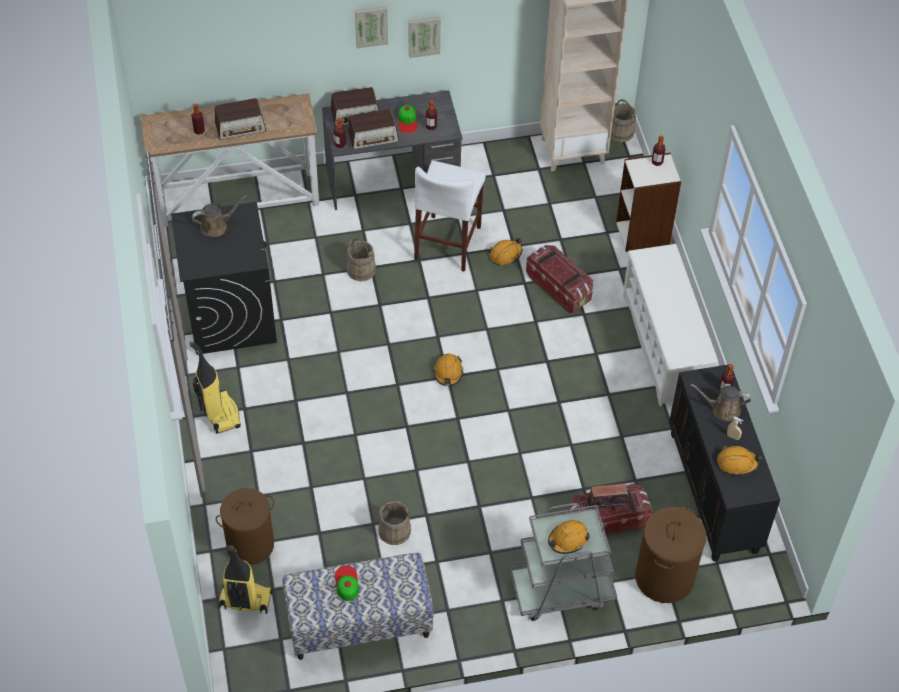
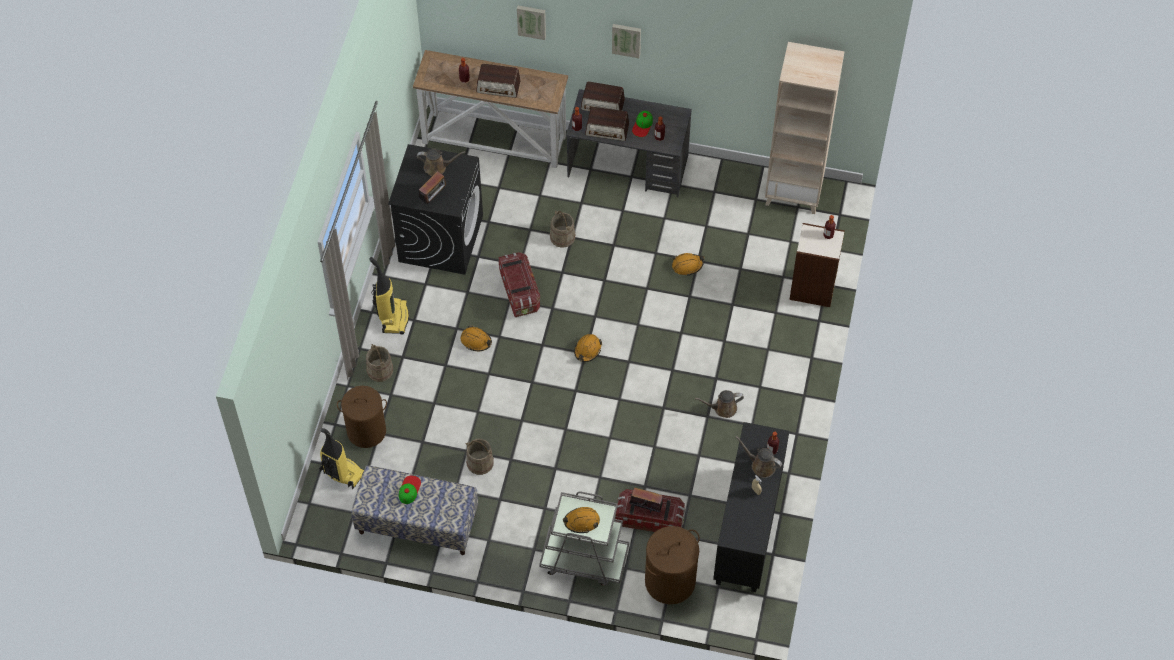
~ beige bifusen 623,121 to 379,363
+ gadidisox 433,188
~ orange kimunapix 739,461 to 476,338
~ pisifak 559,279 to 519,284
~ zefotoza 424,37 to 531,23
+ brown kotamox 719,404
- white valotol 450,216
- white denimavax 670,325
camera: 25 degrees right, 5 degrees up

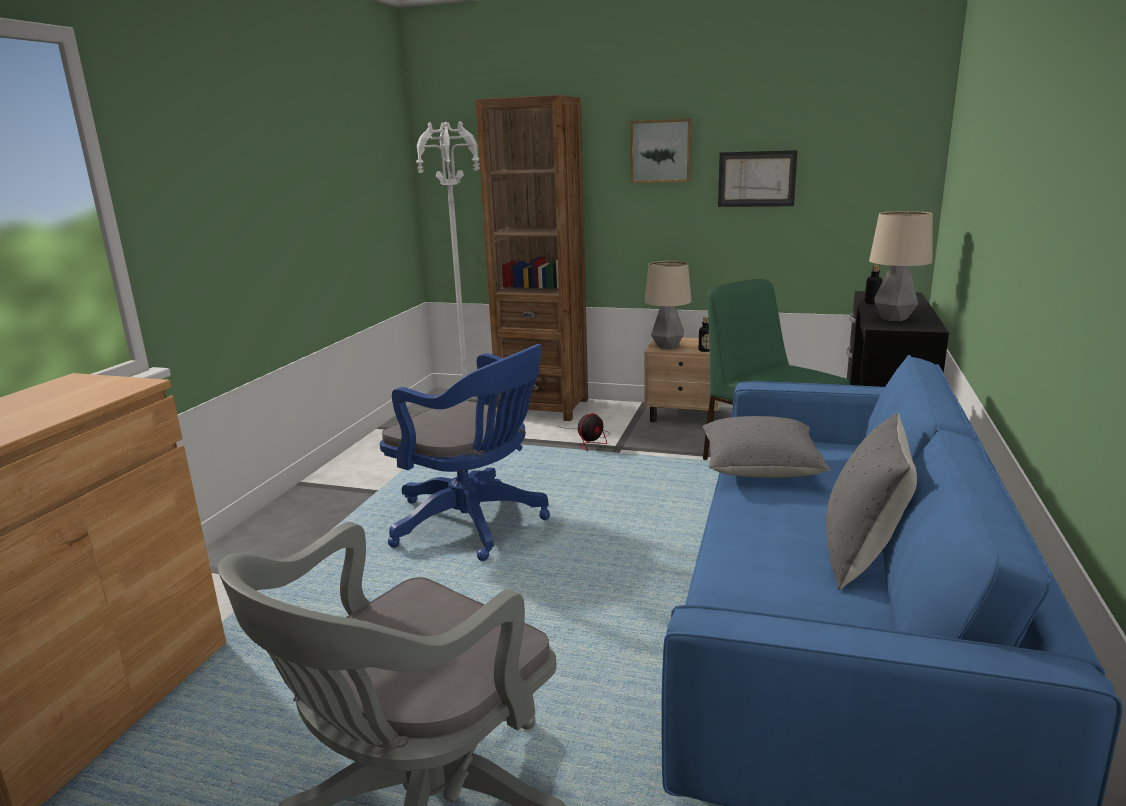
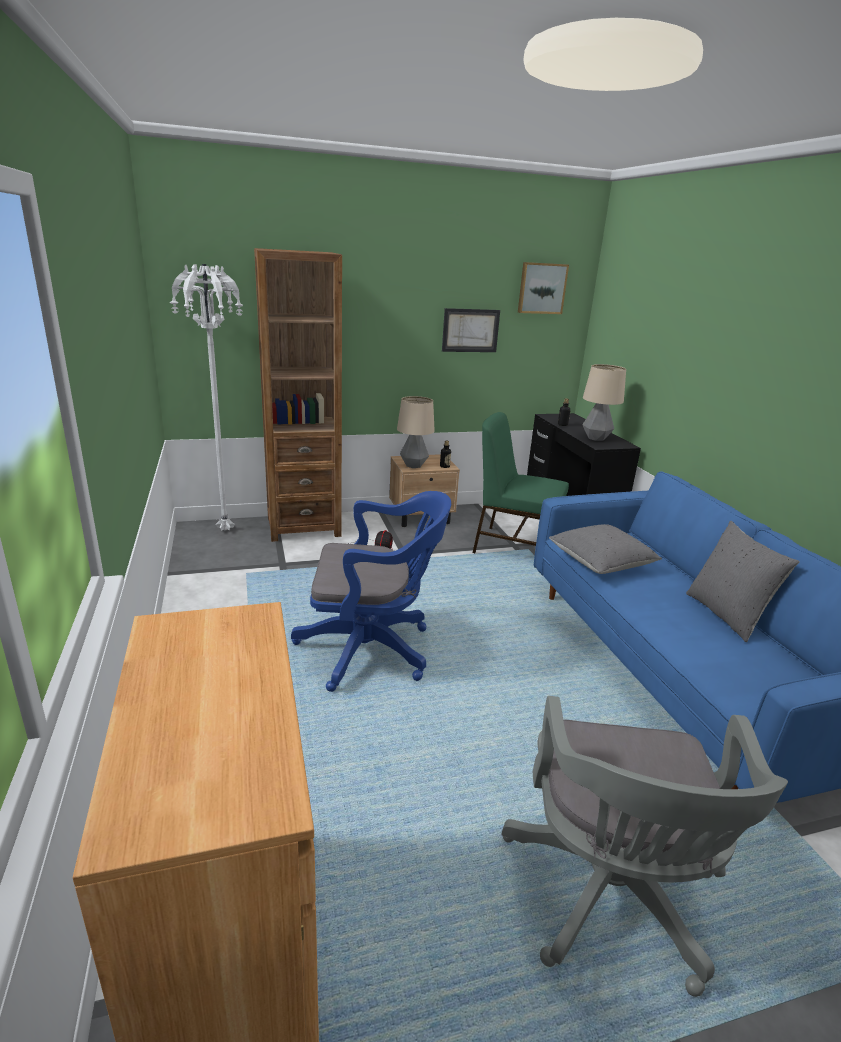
~ zefotoza 660,151 to 543,288
camera: 35 degrees left, 5 degrees up

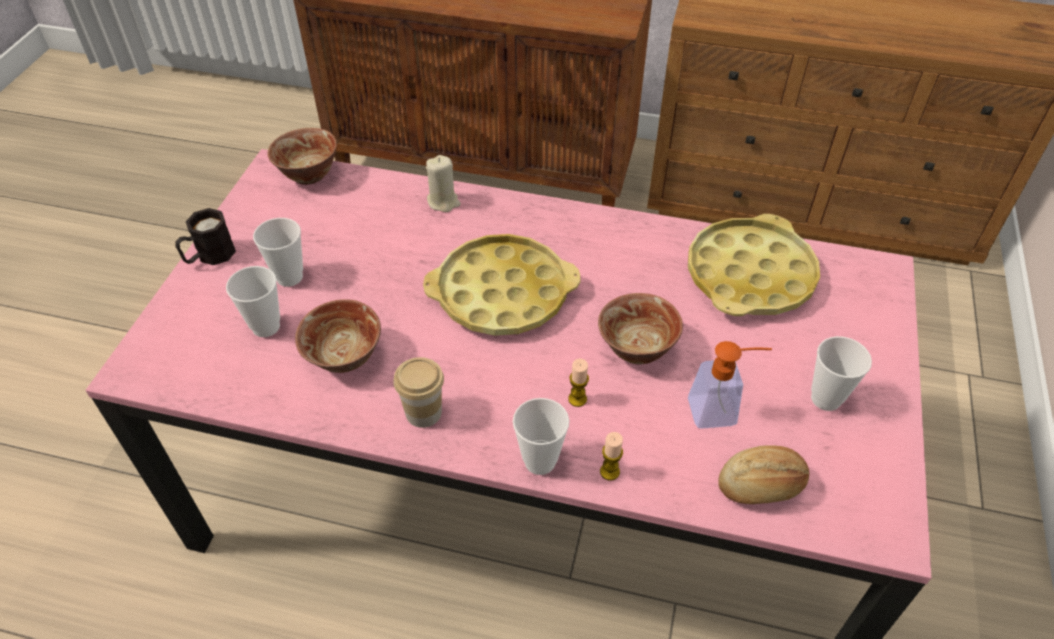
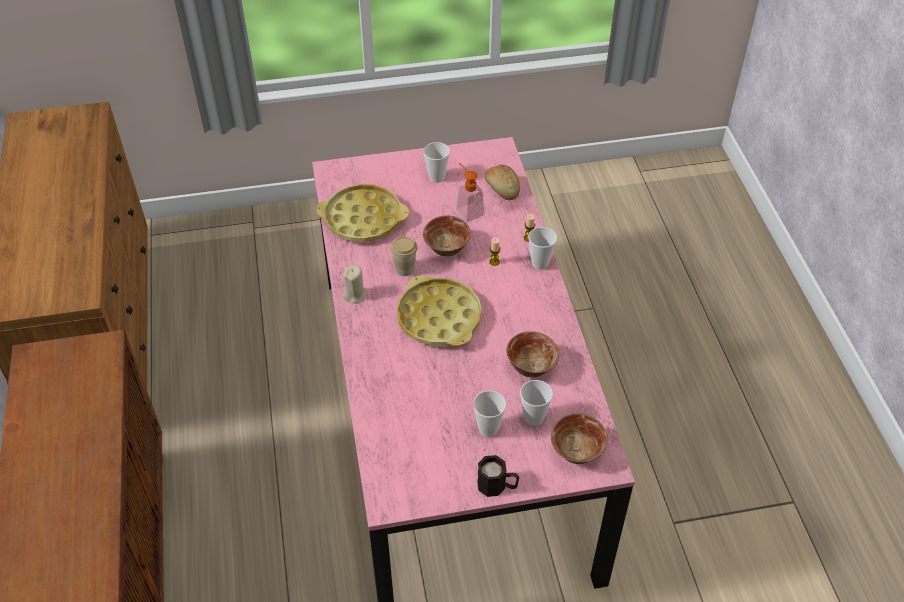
~ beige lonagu 443,183 to 354,284
~ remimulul 418,392 to 404,256
~ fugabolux 302,156 to 579,438
camera: 115 degrees left, 0 degrees up

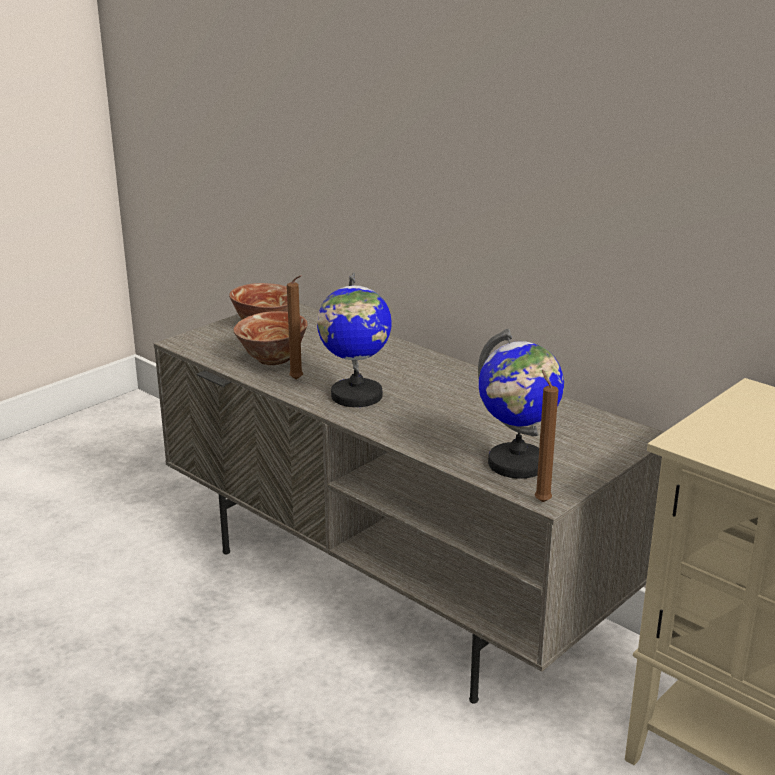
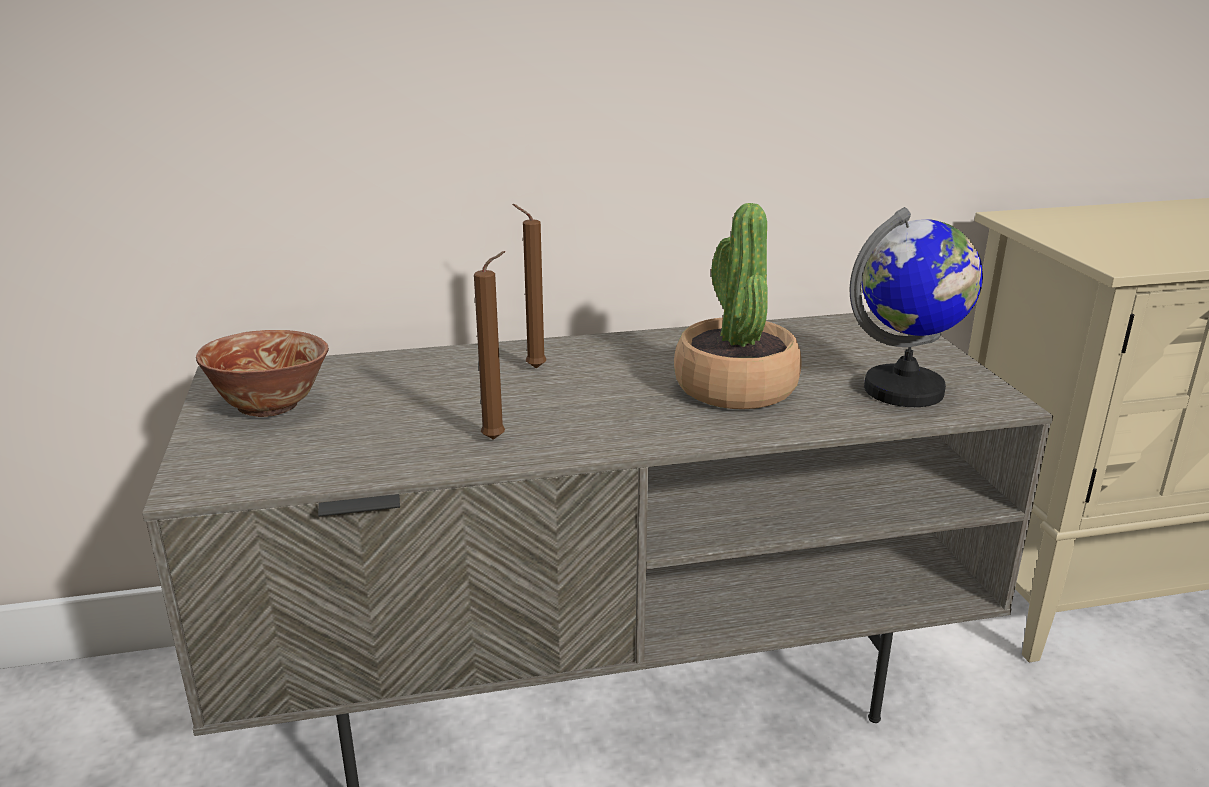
~ brown lonagu 546,436 to 529,286
+ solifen 738,306
- fugabolux 271,338
- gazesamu 354,340
camera: 55 degrees left, 0 degrees up

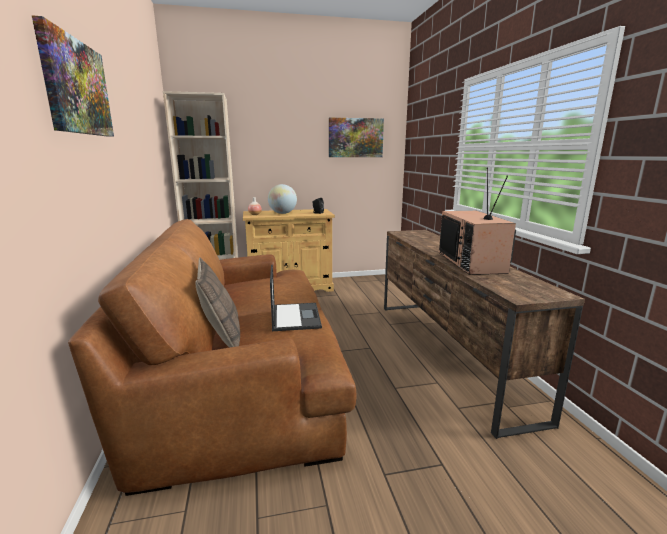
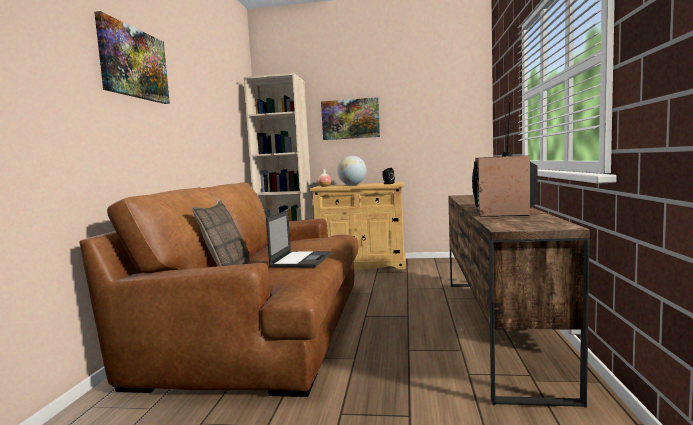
~ zefotoza 356,137 to 350,118
camera: 20 degrees right, 10 degrees down

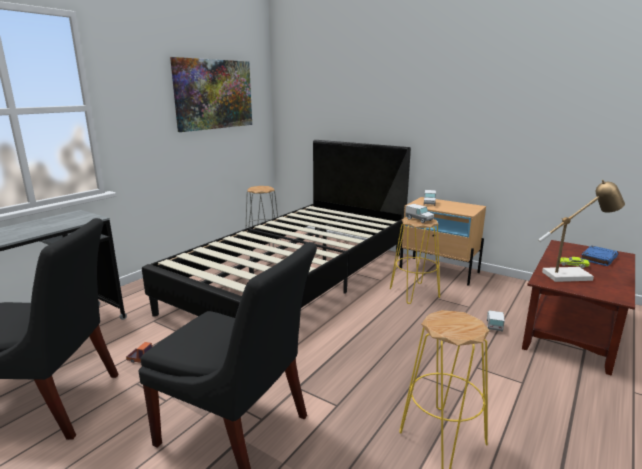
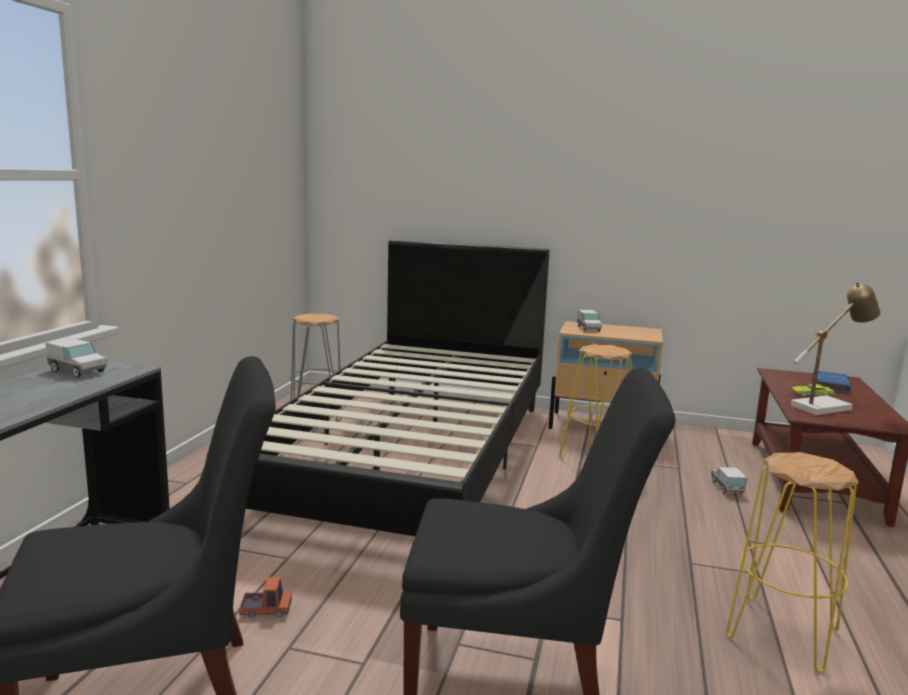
~ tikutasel 419,213 to 75,358
- zefotoza 211,94
camera: 20 degrees left, 5 degrees down

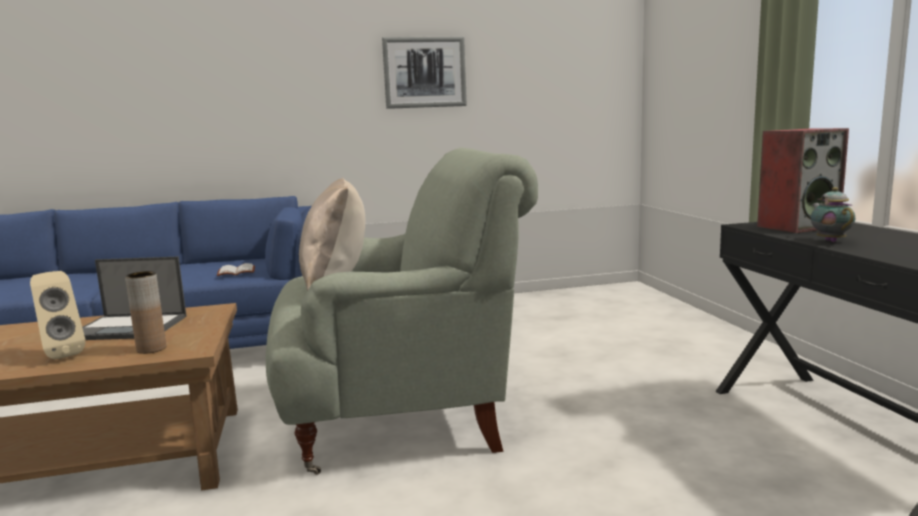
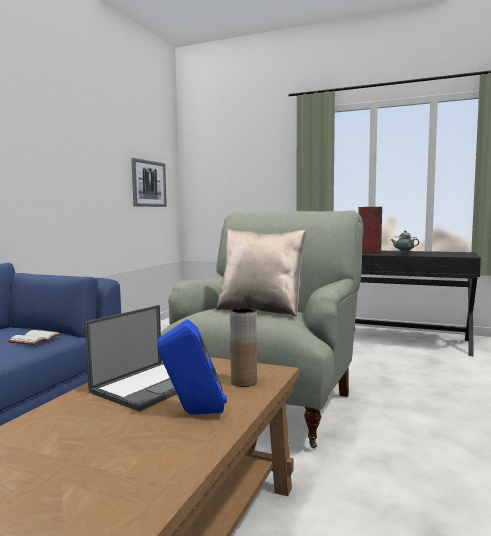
~ zefotoza 424,73 to 149,182
~ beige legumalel 58,315 to blue legumalel 192,367
camera: 55 degrees left, 5 degrees down

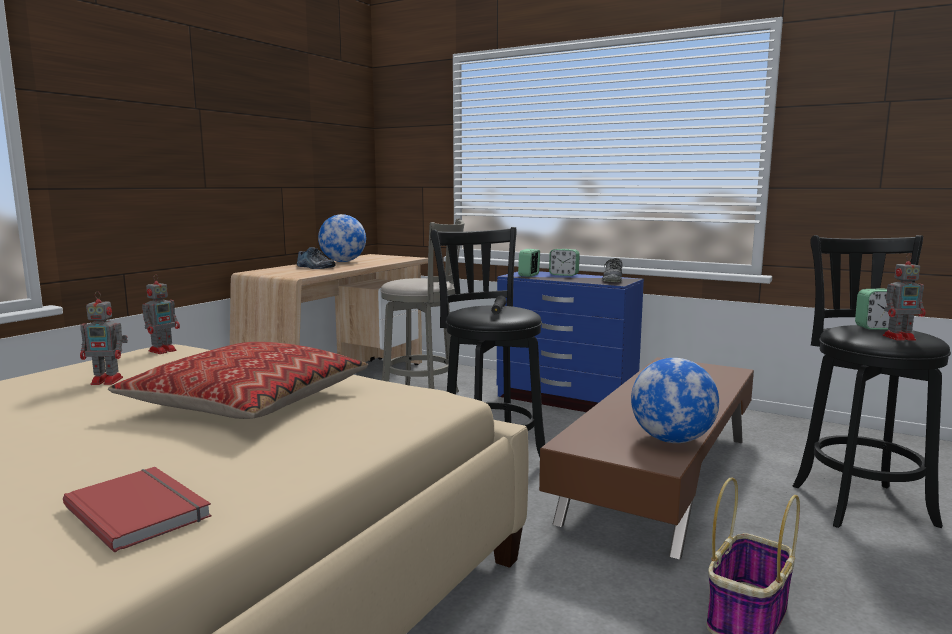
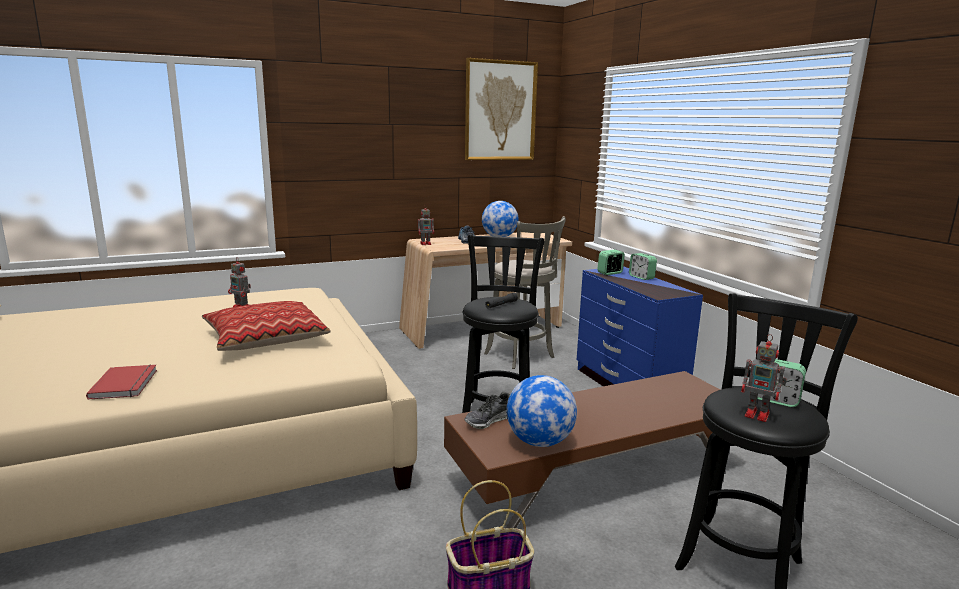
~ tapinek 161,314 to 426,225
+ zefotoza 501,109
~ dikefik 612,270 to 487,410
camera: 35 degrees right, 5 degrees up

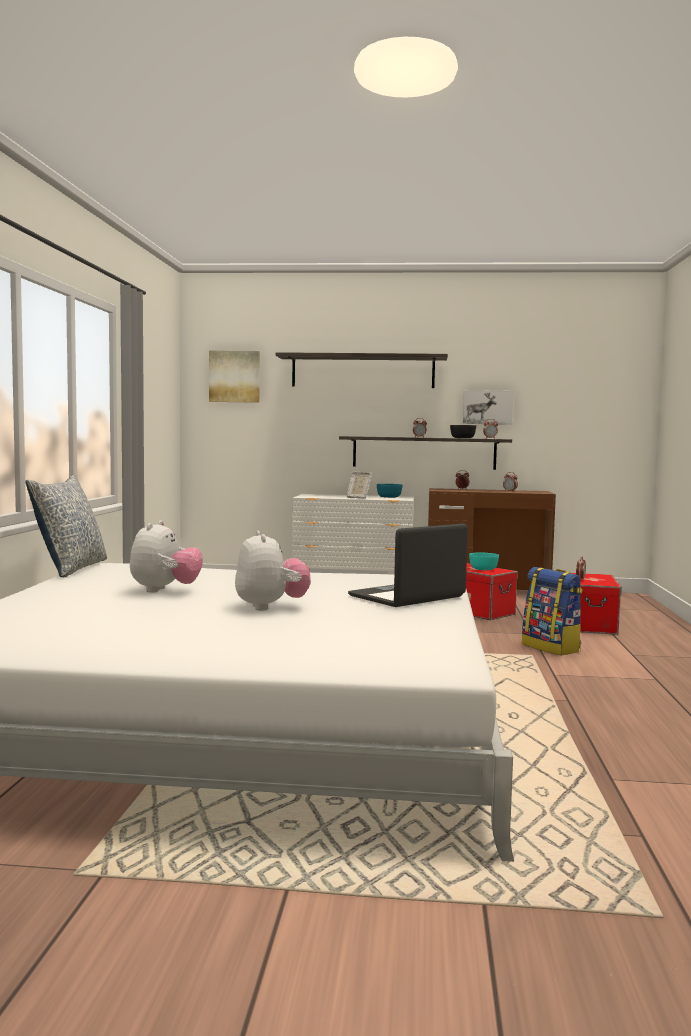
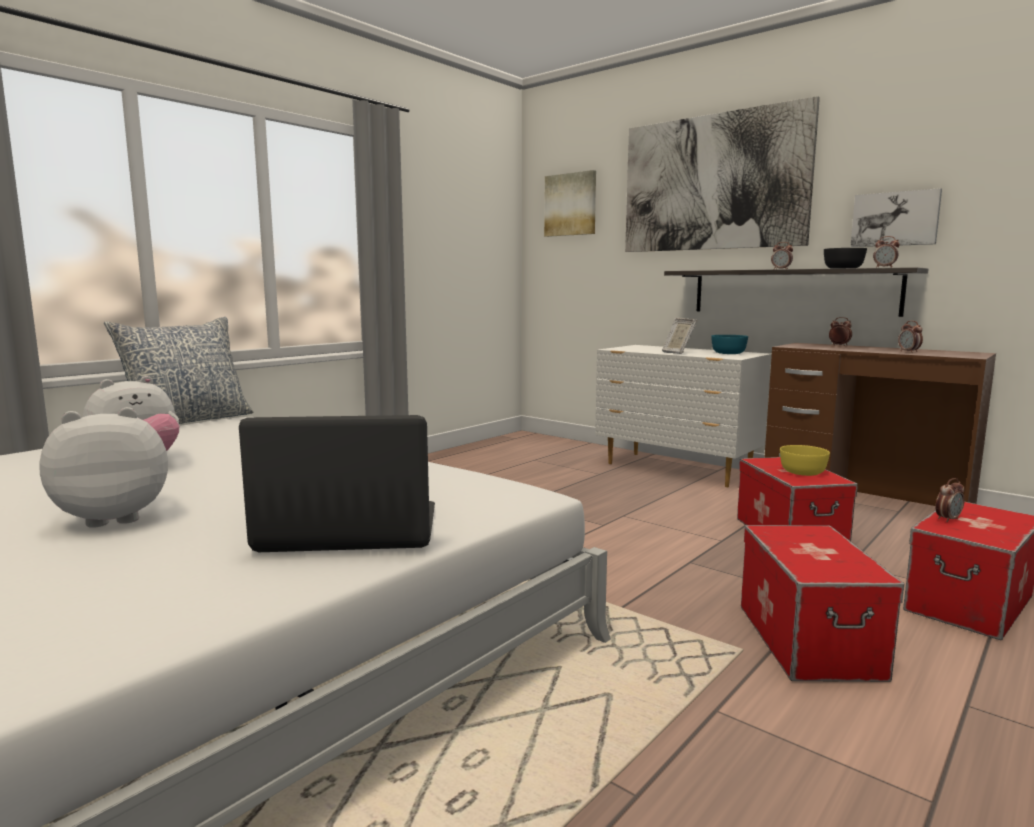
~ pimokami 273,571 = 103,467 135 degrees counterclockwise
~ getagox 361,370 to zefotoza 722,174
~ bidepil 552,611 to pisifak 822,603
~ turquoise fugabolux 484,561 to yellow fugabolux 805,460
camera: 35 degrees right, 5 degrees up

